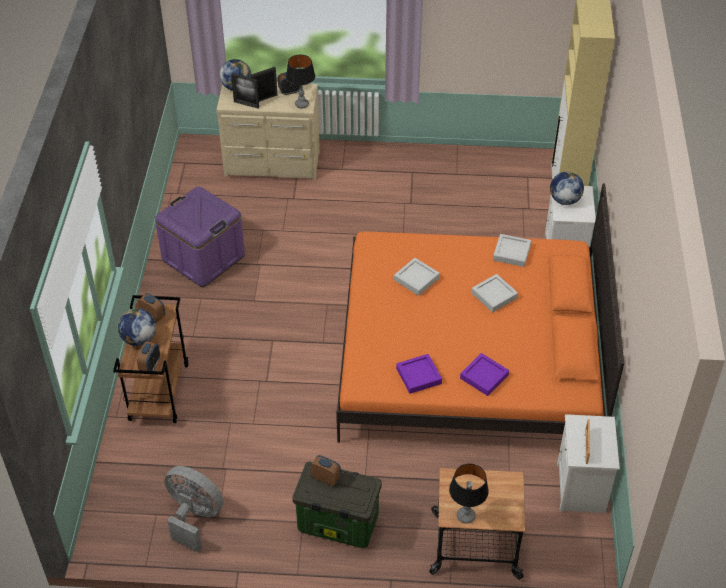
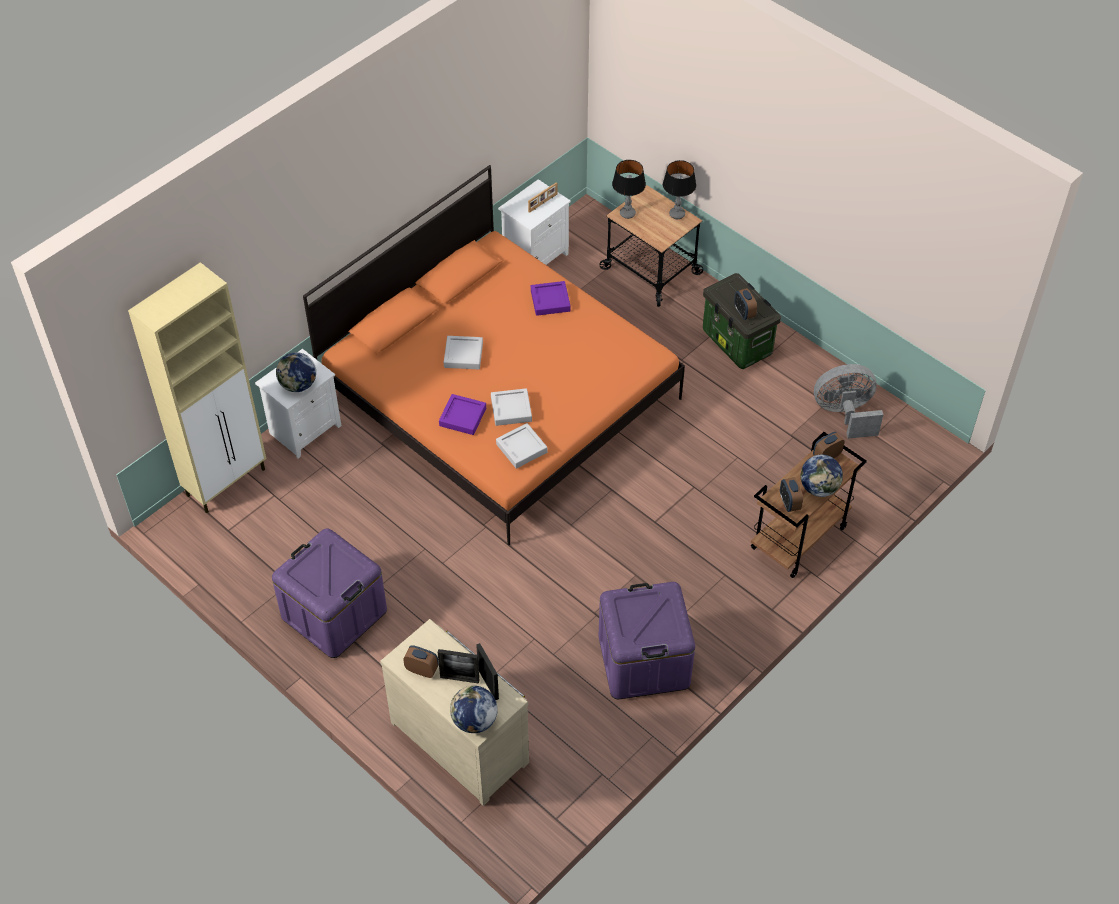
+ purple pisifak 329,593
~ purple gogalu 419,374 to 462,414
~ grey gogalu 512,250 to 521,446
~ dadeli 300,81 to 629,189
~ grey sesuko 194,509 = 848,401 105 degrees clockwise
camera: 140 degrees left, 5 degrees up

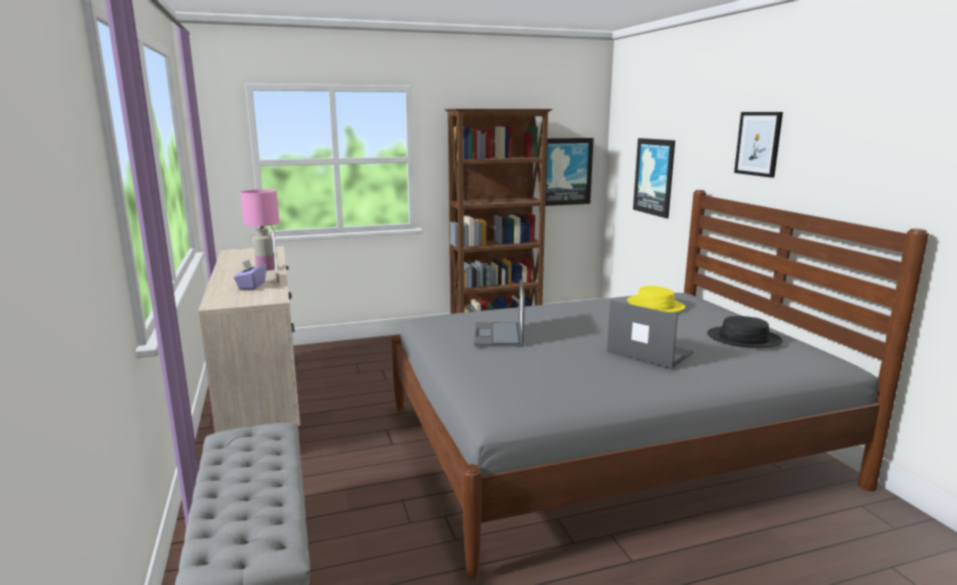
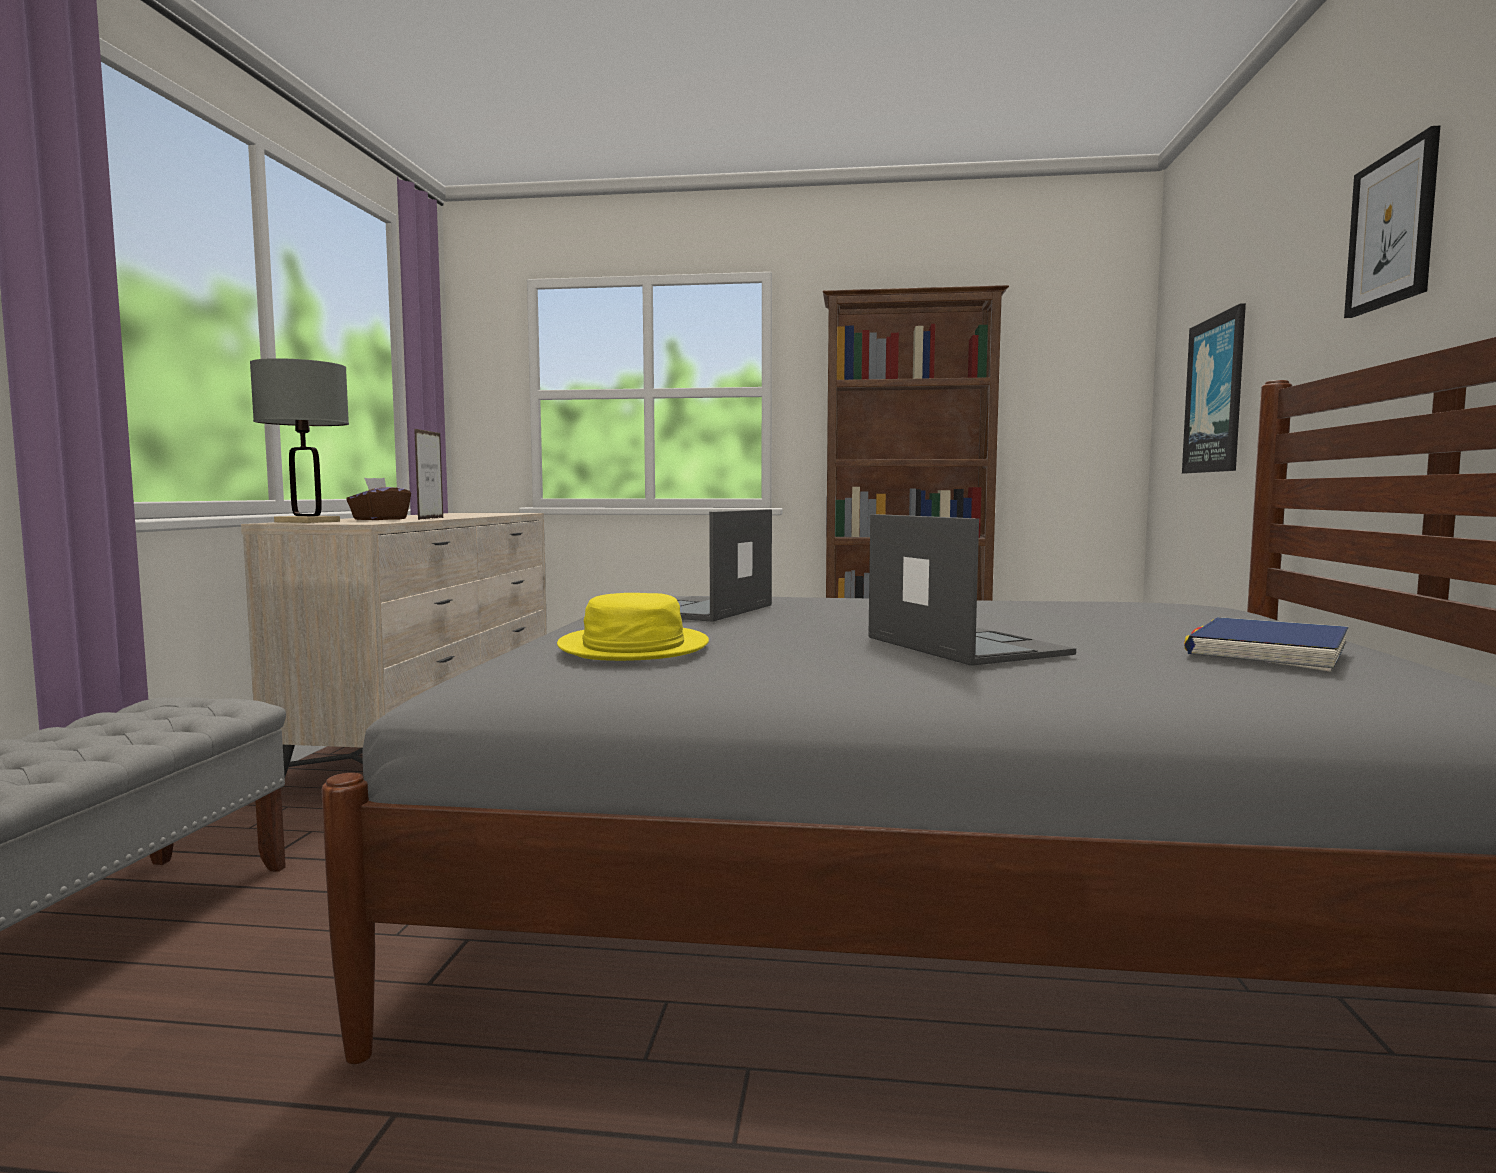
+ grey dadeli 299,440
~ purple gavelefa 250,274 to brown gavelefa 378,499
~ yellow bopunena 656,299 to 633,627
~ black bopunena 745,332 to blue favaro 1266,644
- pink dadeli 259,230
- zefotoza 569,172
camera: 25 degrees right, 10 degrees down

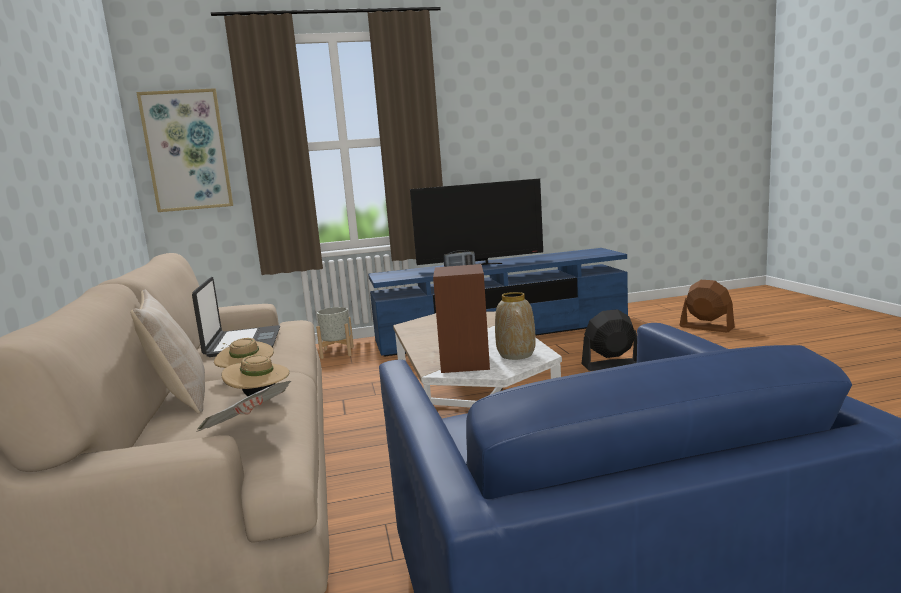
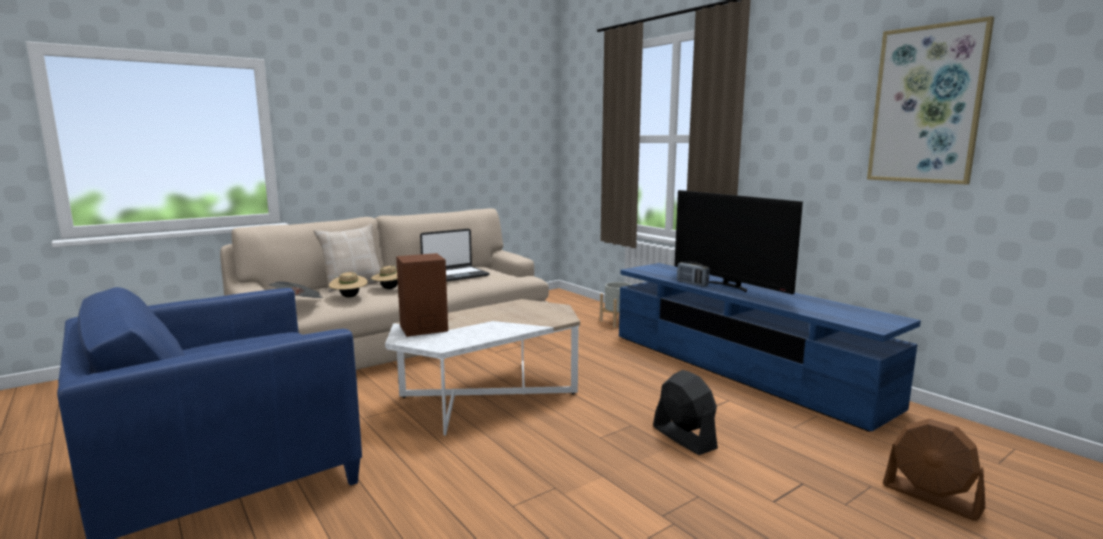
~ zefotoza 185,150 to 930,100
~ brown sesuko 707,306 = 934,470 120 degrees clockwise
- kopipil 515,326
camera: 65 degrees right, 0 degrees up

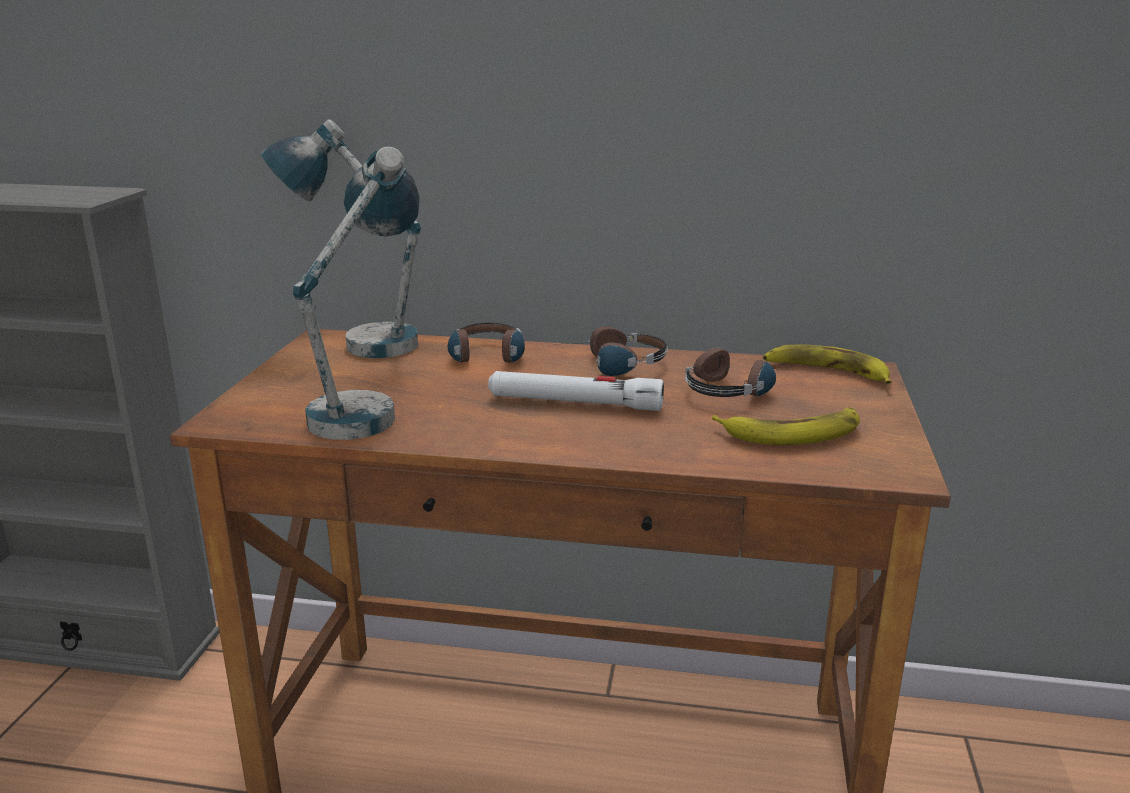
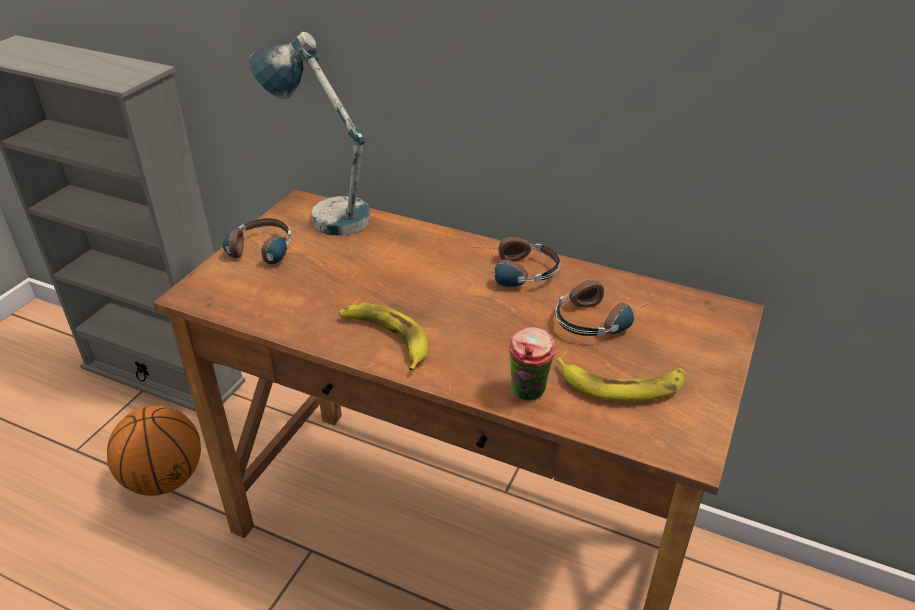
+ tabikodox 154,450
~ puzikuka 486,343 to 253,243
~ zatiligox 827,364 to 384,337
+ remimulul 532,364
- dadeli 356,293
- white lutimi 576,391
camera: 15 degrees right, 15 degrees up

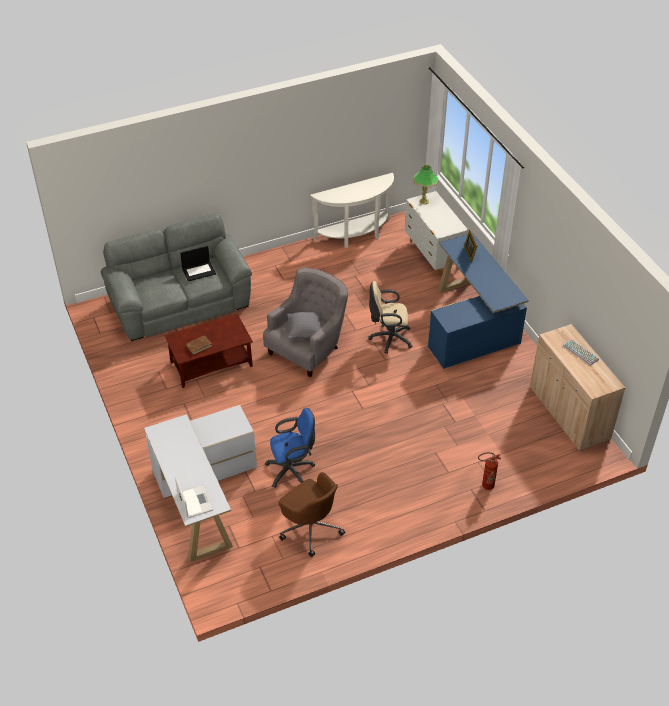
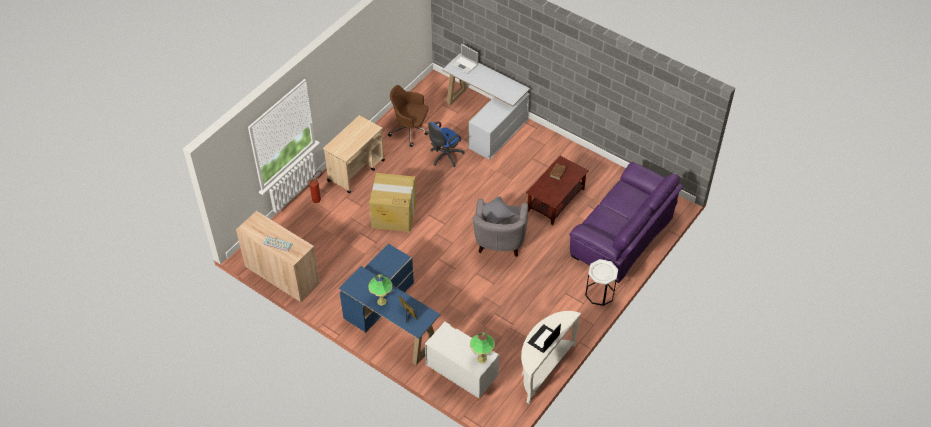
+ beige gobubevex 354,154
+ dadeli 380,290
+ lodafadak 392,202
~ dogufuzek 198,264 to 544,338
~ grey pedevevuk 176,277 to purple pedevevuk 626,222
+ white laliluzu 601,282
- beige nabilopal 390,317
camera: 150 degrees right, 5 degrees up

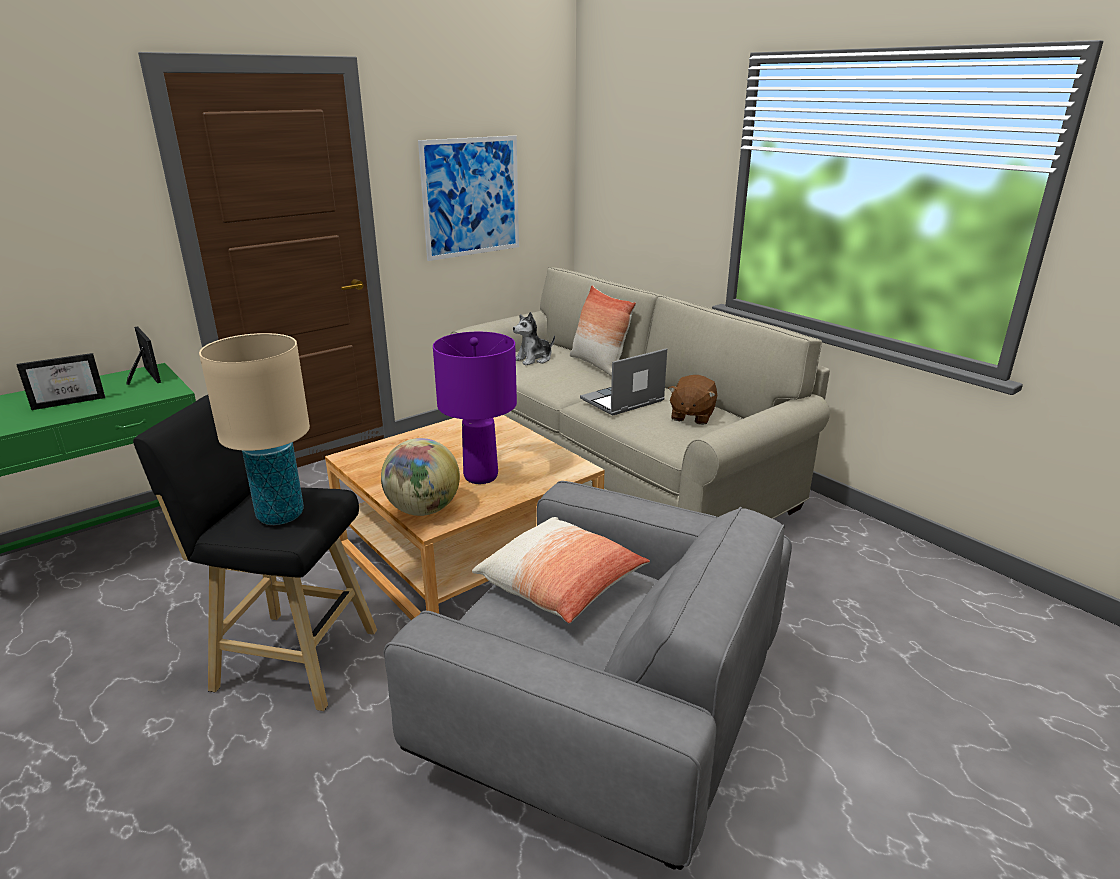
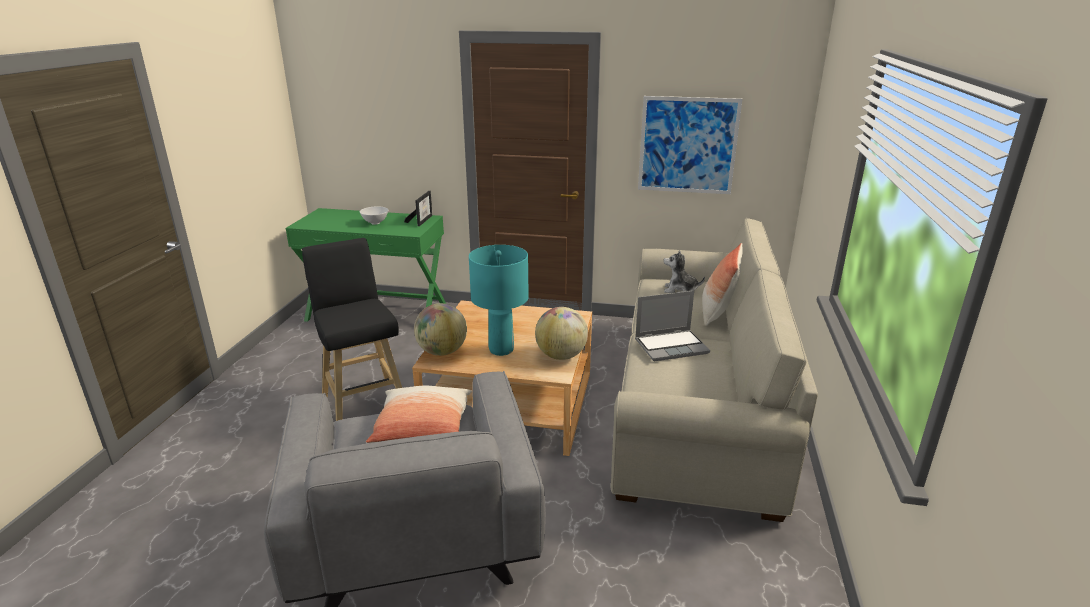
~ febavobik 60,381 to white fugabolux 374,215
~ purple dadeli 475,408 to turquoise dadeli 499,300
+ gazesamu 561,333
~ dogufuzek 623,382 = 672,326 150 degrees clockwise
- beige dadeli 254,429
- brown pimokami 692,400
camera: 50 degrees right, 0 degrees up

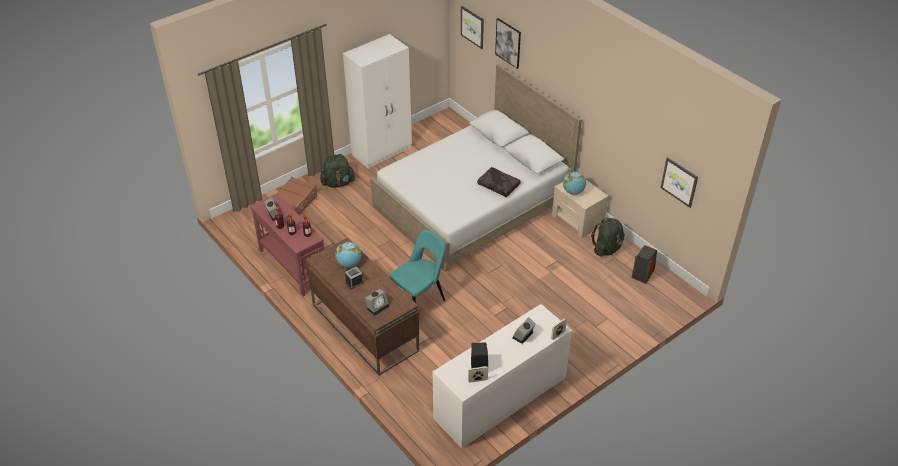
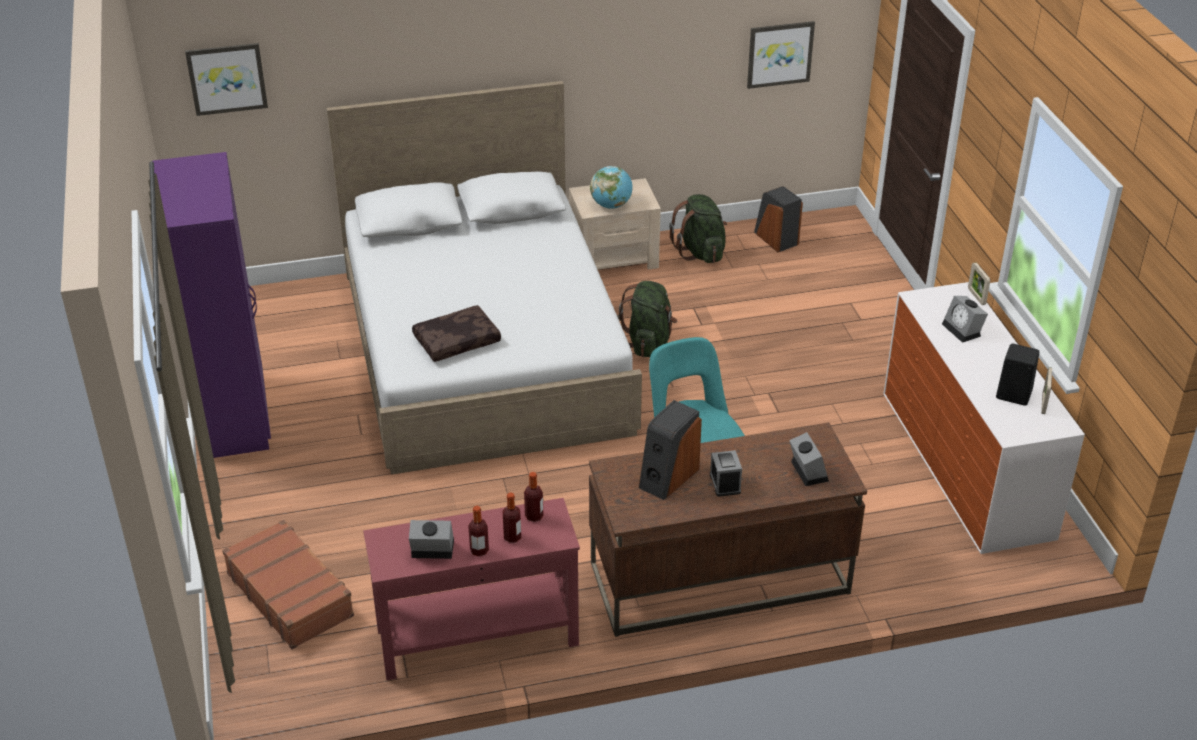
~ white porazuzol 377,101 to purple porazuzol 212,305
~ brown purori 499,182 to 456,333
~ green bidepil 337,171 to 647,319
~ gazesamu 348,255 to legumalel 670,450
- zefotoza 508,43
camera: 65 degrees left, 5 degrees down

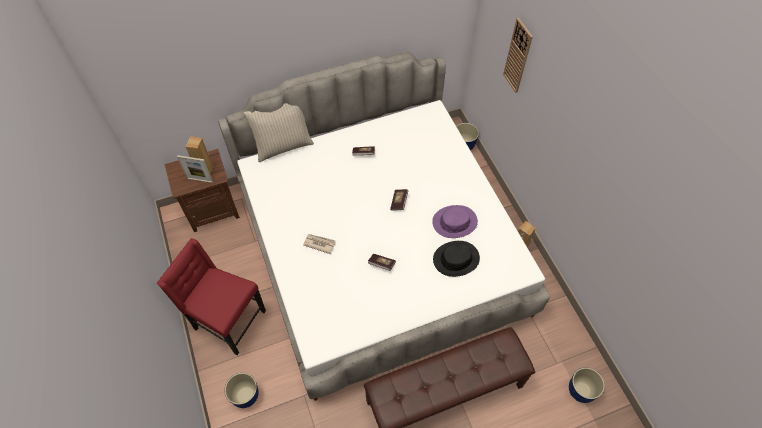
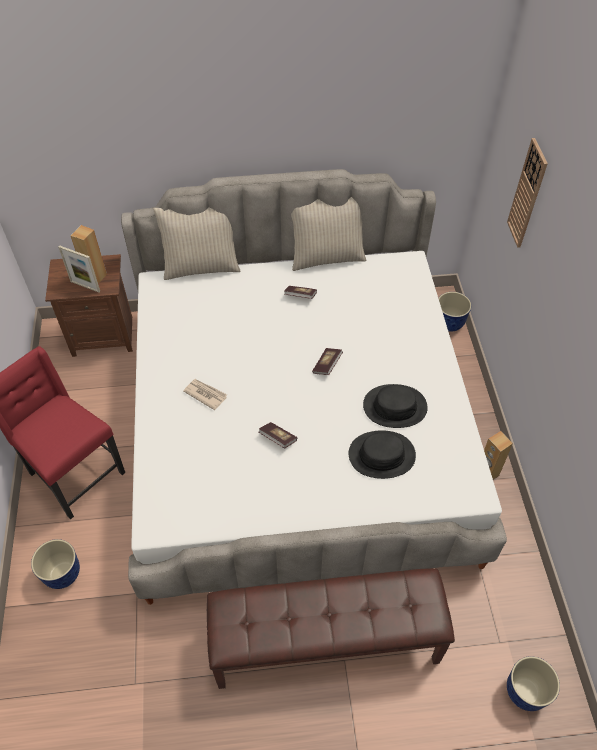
+ beige purori 329,234
~ purple bopunena 455,221 to black bopunena 395,406
camera: 15 degrees right, 5 degrees down

